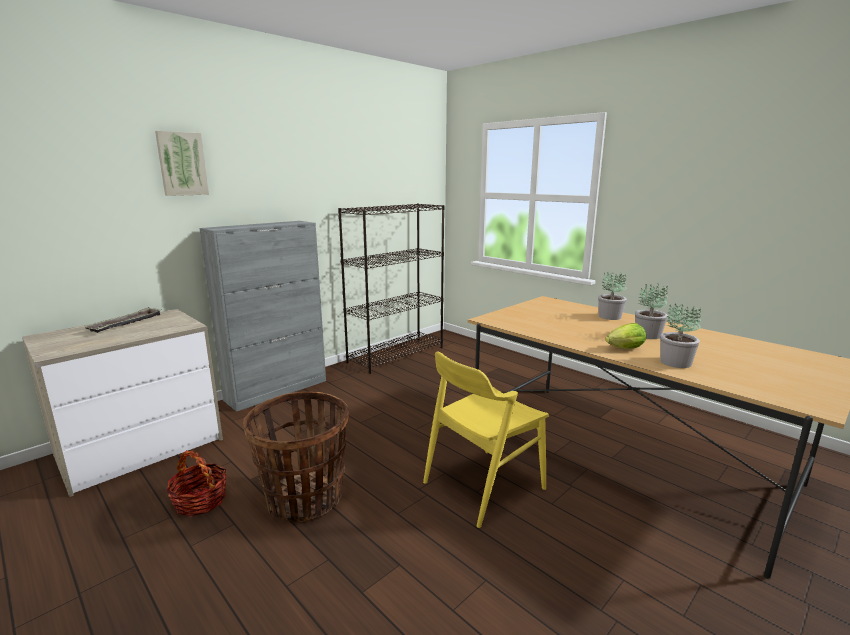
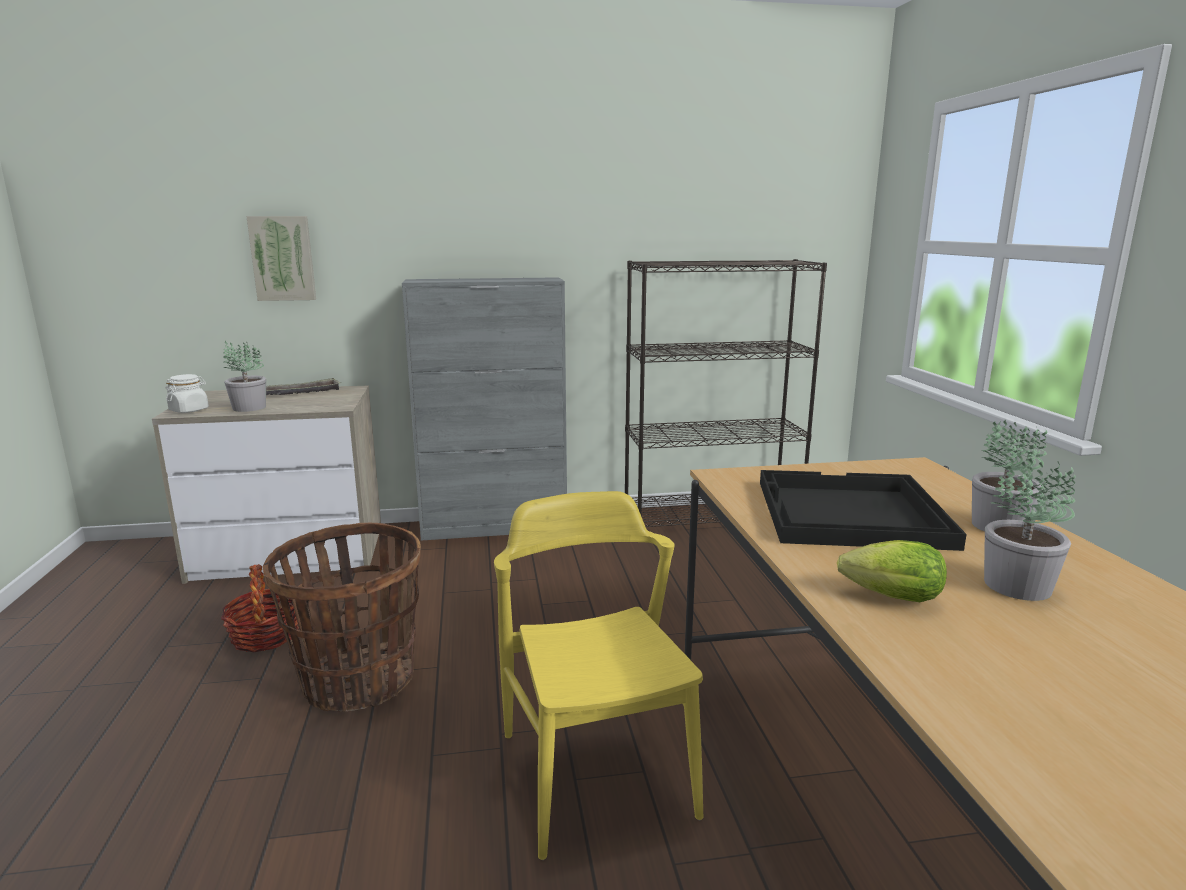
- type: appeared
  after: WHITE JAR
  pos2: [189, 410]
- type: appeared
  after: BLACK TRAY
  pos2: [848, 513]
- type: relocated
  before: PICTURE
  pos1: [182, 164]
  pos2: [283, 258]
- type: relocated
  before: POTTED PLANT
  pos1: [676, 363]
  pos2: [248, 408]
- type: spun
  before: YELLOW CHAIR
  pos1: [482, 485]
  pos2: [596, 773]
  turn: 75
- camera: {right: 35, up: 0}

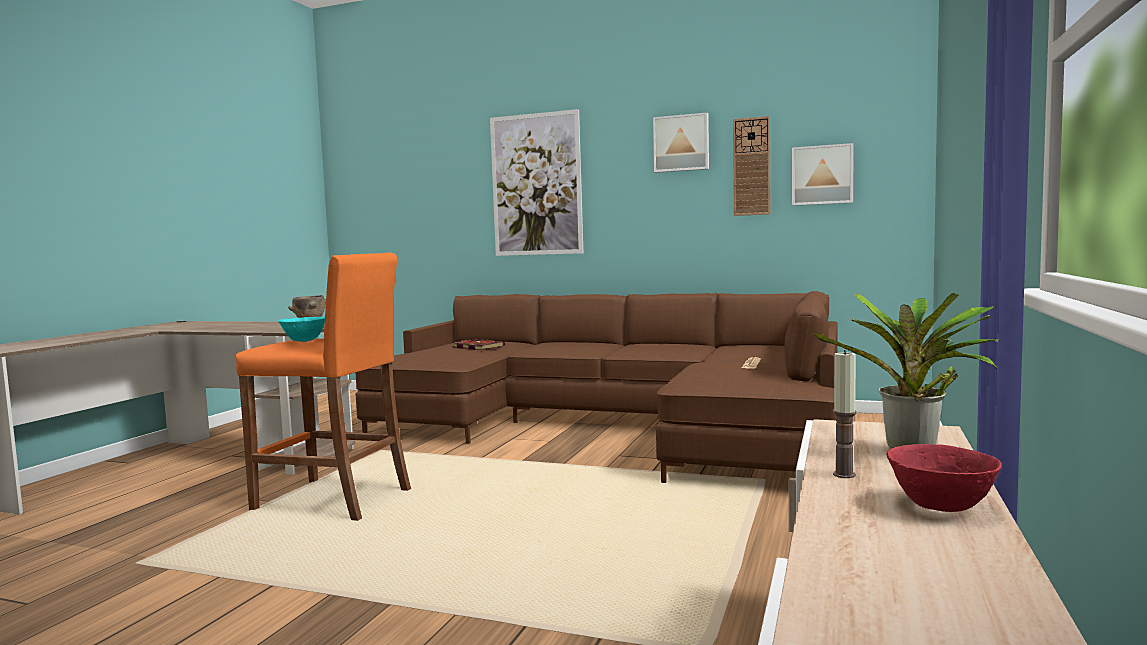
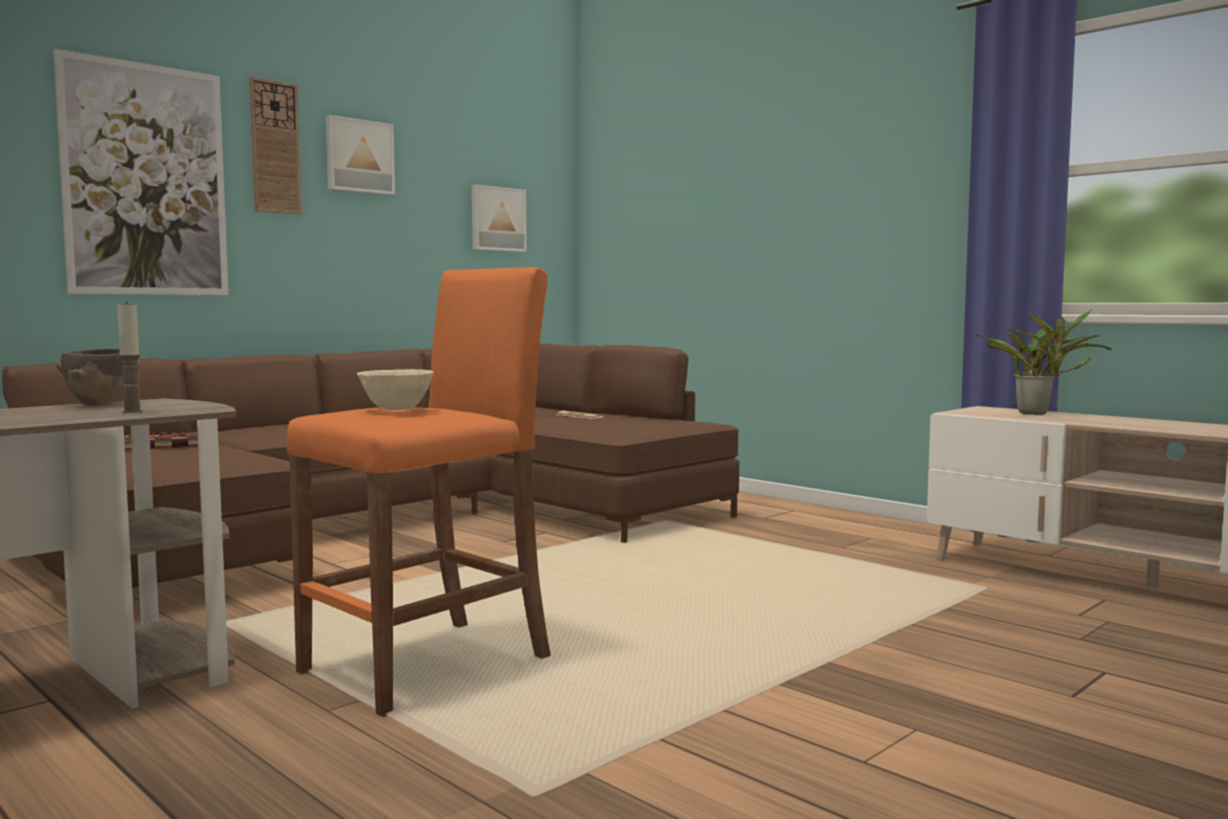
- type: missing
  before: RED BOWL
  pos1: [941, 507]
- type: relocated
  before: WALL CLOCK
  pos1: [751, 166]
  pos2: [275, 147]
- type: relocated
  before: CANDLE
  pos1: [844, 474]
  pos2: [132, 412]
- type: colour
  before: TURQUOISE BOWL
  after: BEIGE BOWL
  pos1: [303, 341]
  pos2: [395, 410]
- camera: {right: -65, up: 0}

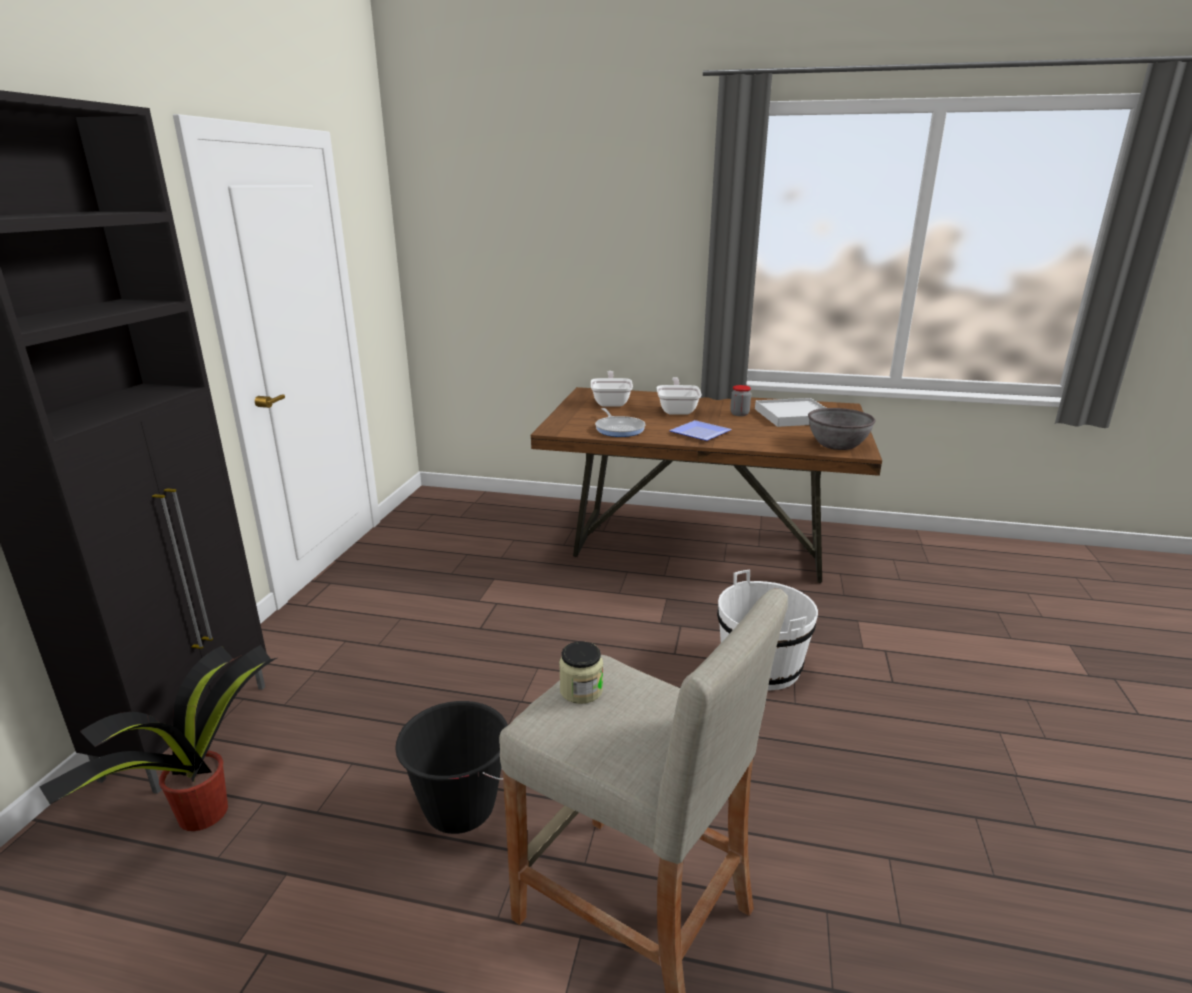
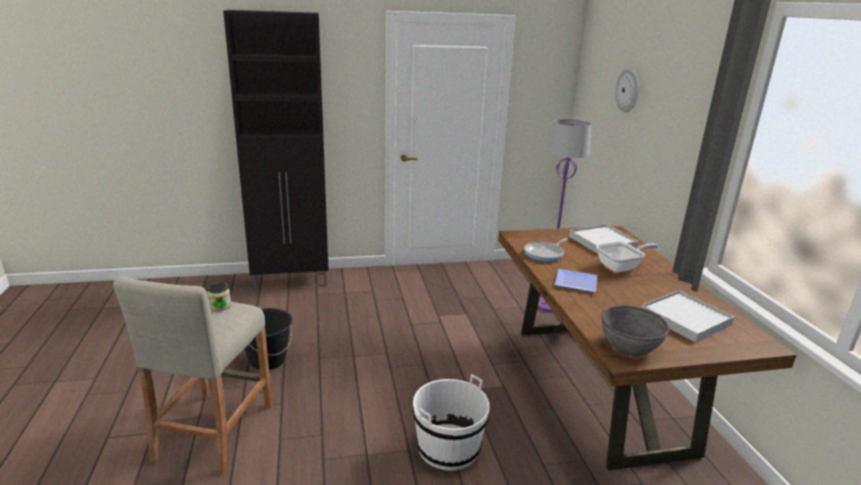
- type: missing
  before: POTTED PLANT
  pos1: [200, 815]
- type: missing
  before: JAR
  pos1: [739, 414]
- type: appeared
  after: PURPLE FLOOR LAMP
  pos2: [547, 305]
- type: appeared
  after: WALL CLOCK
  pos2: [628, 90]
- type: exchanged
  before: FRYING PAN
  after: WHITE TRAY
  pos1: [611, 402]
  pos2: [602, 242]
- camera: {right: 65, up: 0}

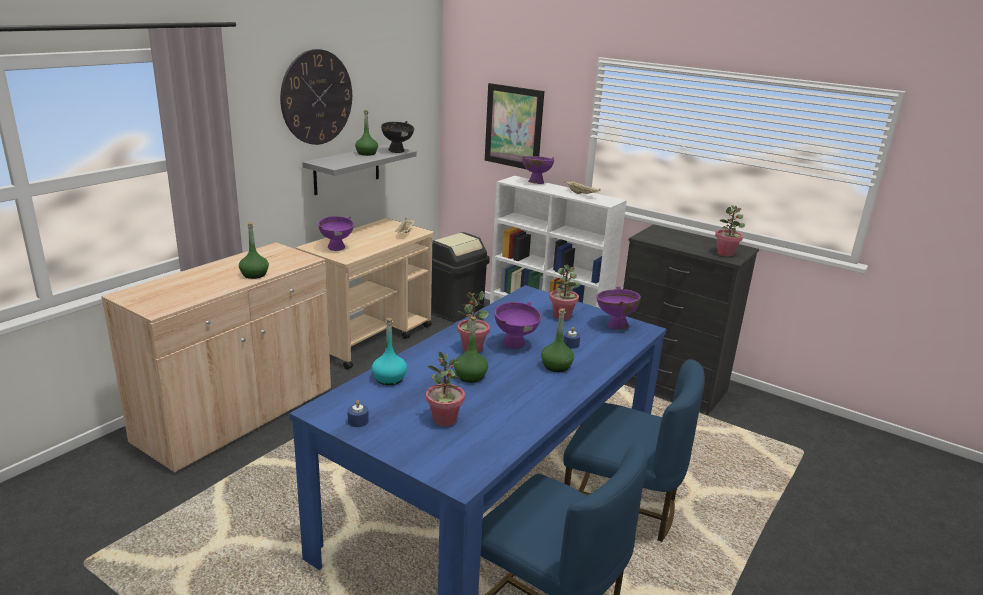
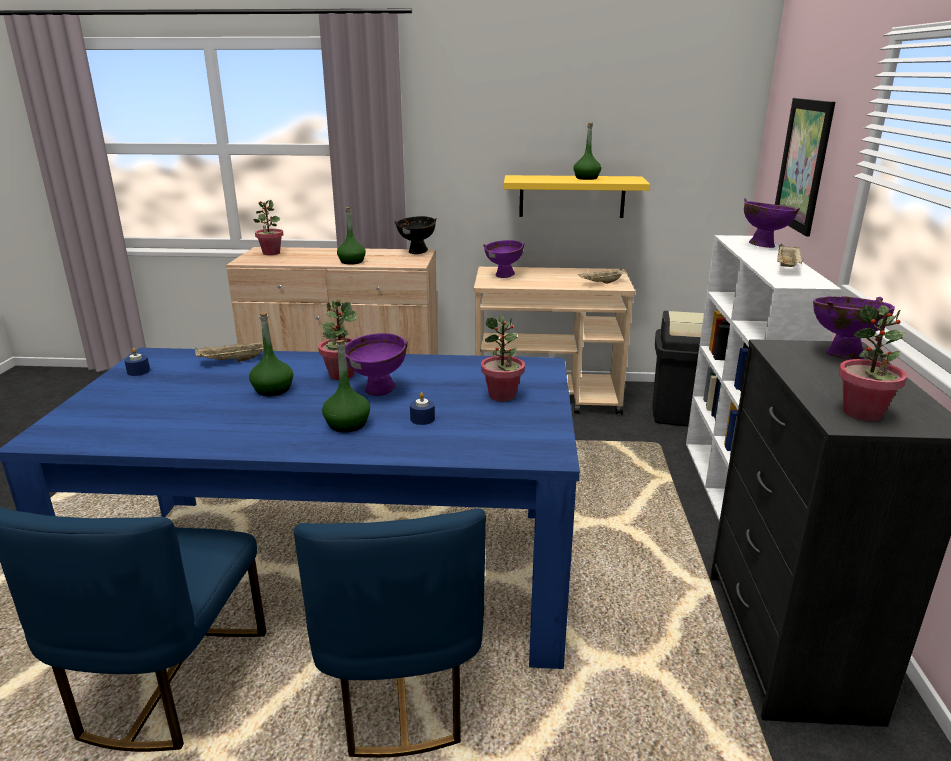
- type: missing
  before: WALL CLOCK
  pos1: [317, 97]
- type: relocated
  before: BLACK BOWL
  pos1: [398, 151]
  pos2: [417, 252]
- type: relocated
  before: POTTED PLANT
  pos1: [444, 420]
  pos2: [271, 253]
- type: relocated
  before: PURPLE BOWL
  pos1: [615, 326]
  pos2: [841, 355]
- type: exchanged
  before: TURQUOISE BOTTLE
  after: BEIGE TRAY
  pos1: [389, 379]
  pos2: [233, 361]
- type: colour
  before: GREY SHELF
  after: YELLOW SHELF
  pos1: [347, 169]
  pos2: [572, 196]
- camera: {right: 60, up: 0}

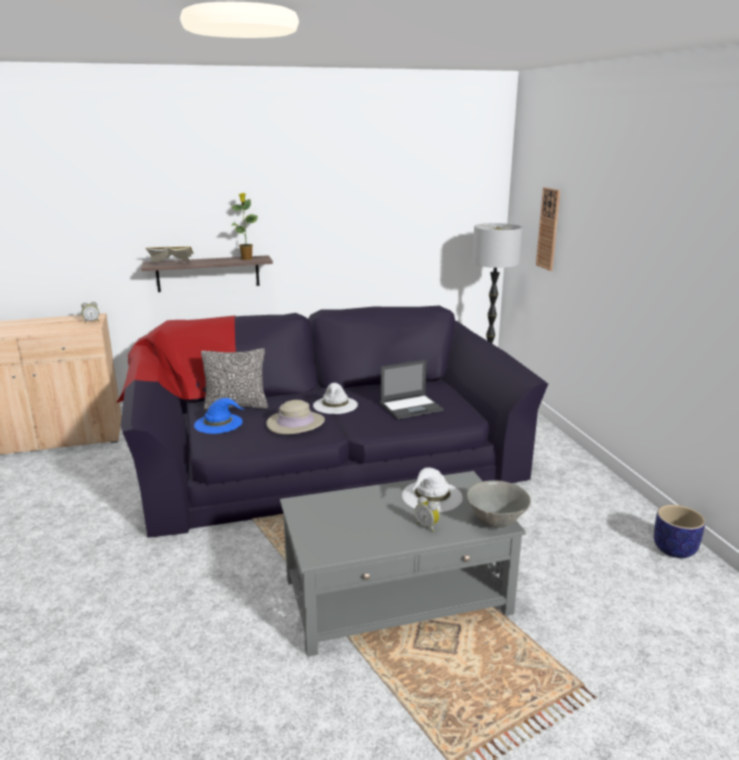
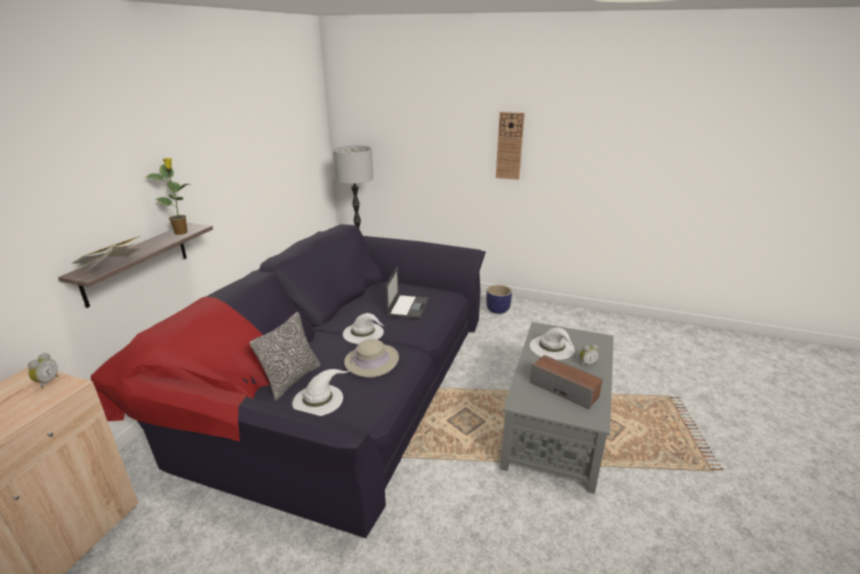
- type: missing
  before: GREY BOWL
  pos1: [496, 521]
- type: appeared
  after: SPEAKER
  pos2: [564, 389]
- type: relocated
  before: WALL CLOCK
  pos1: [548, 229]
  pos2: [509, 146]
- type: relocated
  before: PLANTER
  pos1: [675, 549]
  pos2: [498, 309]
- type: colour
  before: BLUE HAT
  after: WHITE HAT
  pos1: [219, 423]
  pos2: [318, 399]
- camera: {right: -55, up: 5}

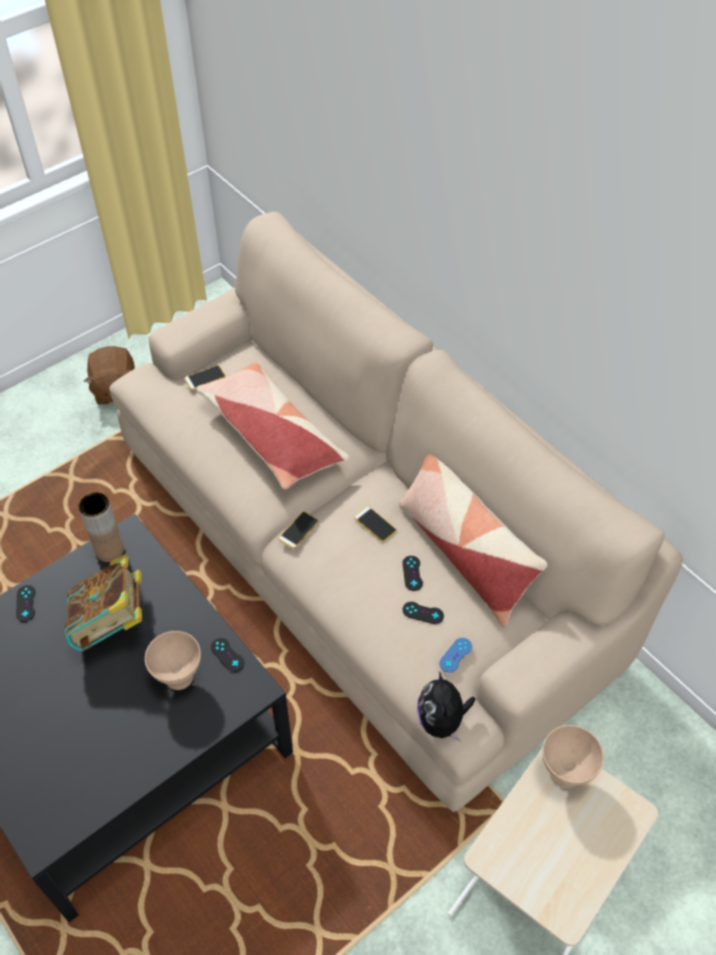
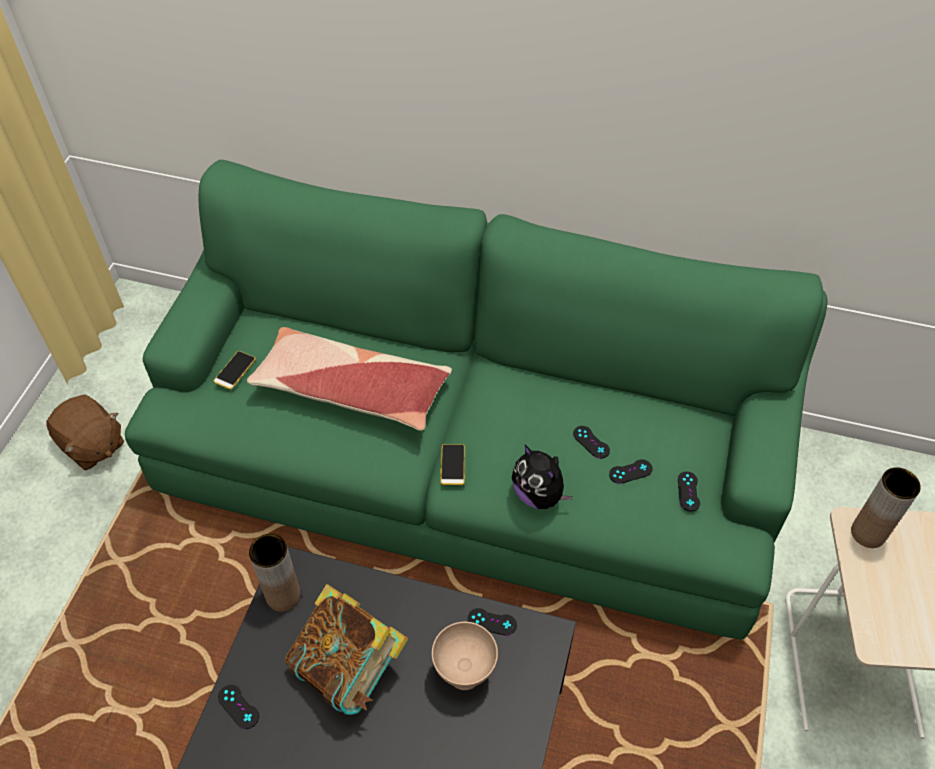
- type: missing
  before: PHONE
  pos1: [375, 524]
- type: missing
  before: PILLOW
  pos1: [464, 553]
- type: relocated
  before: PLUSH TOY
  pos1: [442, 721]
  pos2: [539, 494]
- type: exchanged
  before: BEIGE BOWL
  after: BROWN VASE
  pos1: [564, 774]
  pos2: [868, 533]
- type: colour
  before: BEIGE SOFA
  after: GREEN SOFA
  pos1: [359, 549]
  pos2: [468, 462]
- type: colour
  before: BLUE GAME CONTROLLER
  after: BLACK GAME CONTROLLER
  pos1: [455, 655]
  pos2: [688, 491]
- camera: {right: -35, up: 0}

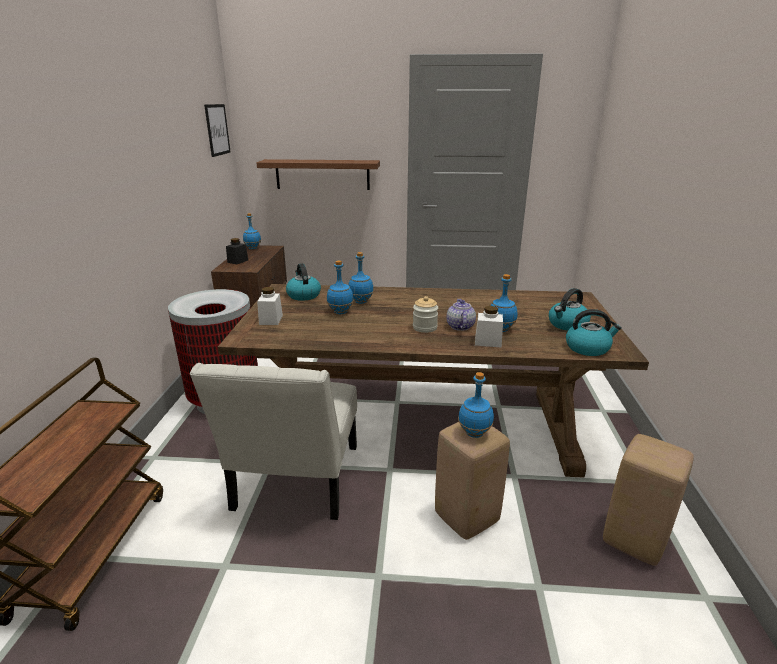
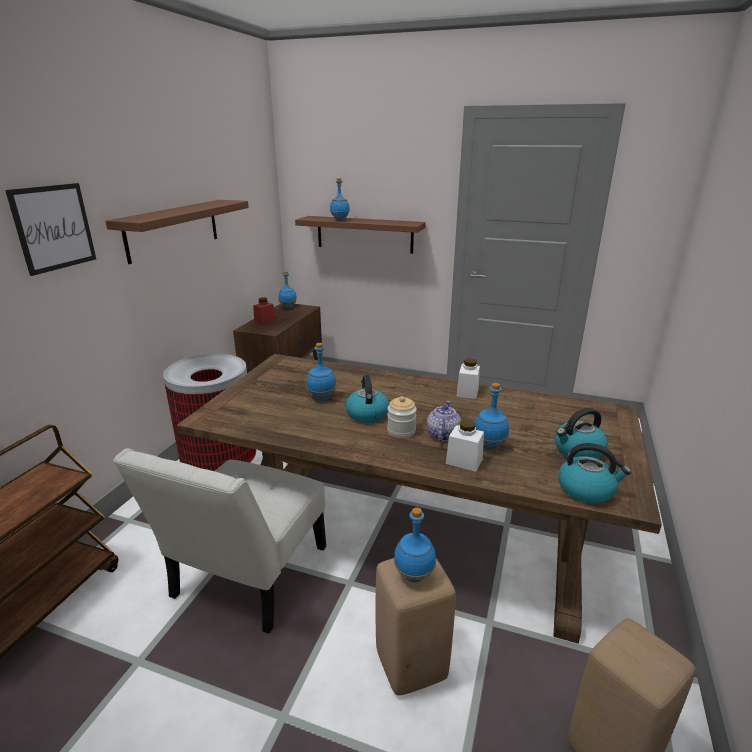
- type: appeared
  after: BROWN SHELF
  pos2: [173, 229]
- type: relocated
  before: PICTURE
  pos1: [217, 130]
  pos2: [54, 227]
- type: relocated
  before: WHITE JAR
  pos1: [271, 320]
  pos2: [467, 392]
- type: relocated
  before: KETTLE
  pos1: [303, 295]
  pos2: [367, 414]
- type: relocated
  before: BLUE BOTTLE
  pos1: [361, 302]
  pos2: [340, 220]
- type: colour
  before: BLACK JAR
  after: RED JAR
  pos1: [238, 261]
  pos2: [265, 321]
- camera: {right: 15, up: 0}

